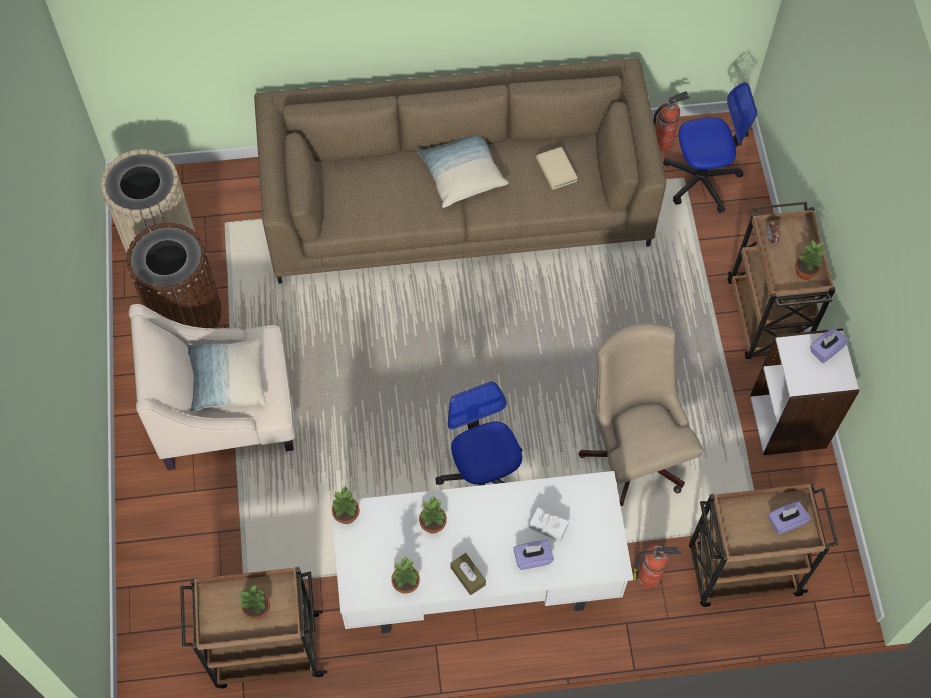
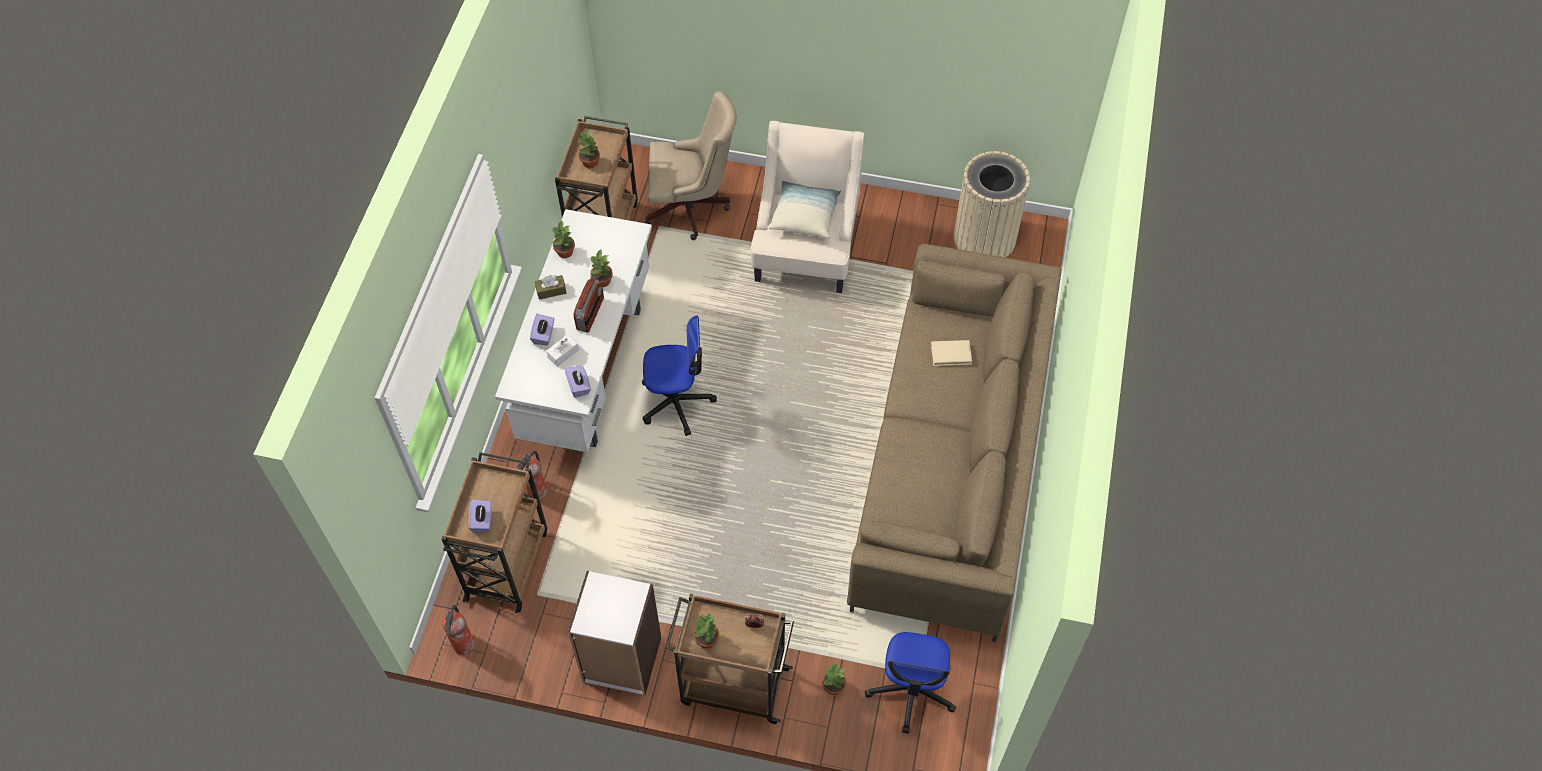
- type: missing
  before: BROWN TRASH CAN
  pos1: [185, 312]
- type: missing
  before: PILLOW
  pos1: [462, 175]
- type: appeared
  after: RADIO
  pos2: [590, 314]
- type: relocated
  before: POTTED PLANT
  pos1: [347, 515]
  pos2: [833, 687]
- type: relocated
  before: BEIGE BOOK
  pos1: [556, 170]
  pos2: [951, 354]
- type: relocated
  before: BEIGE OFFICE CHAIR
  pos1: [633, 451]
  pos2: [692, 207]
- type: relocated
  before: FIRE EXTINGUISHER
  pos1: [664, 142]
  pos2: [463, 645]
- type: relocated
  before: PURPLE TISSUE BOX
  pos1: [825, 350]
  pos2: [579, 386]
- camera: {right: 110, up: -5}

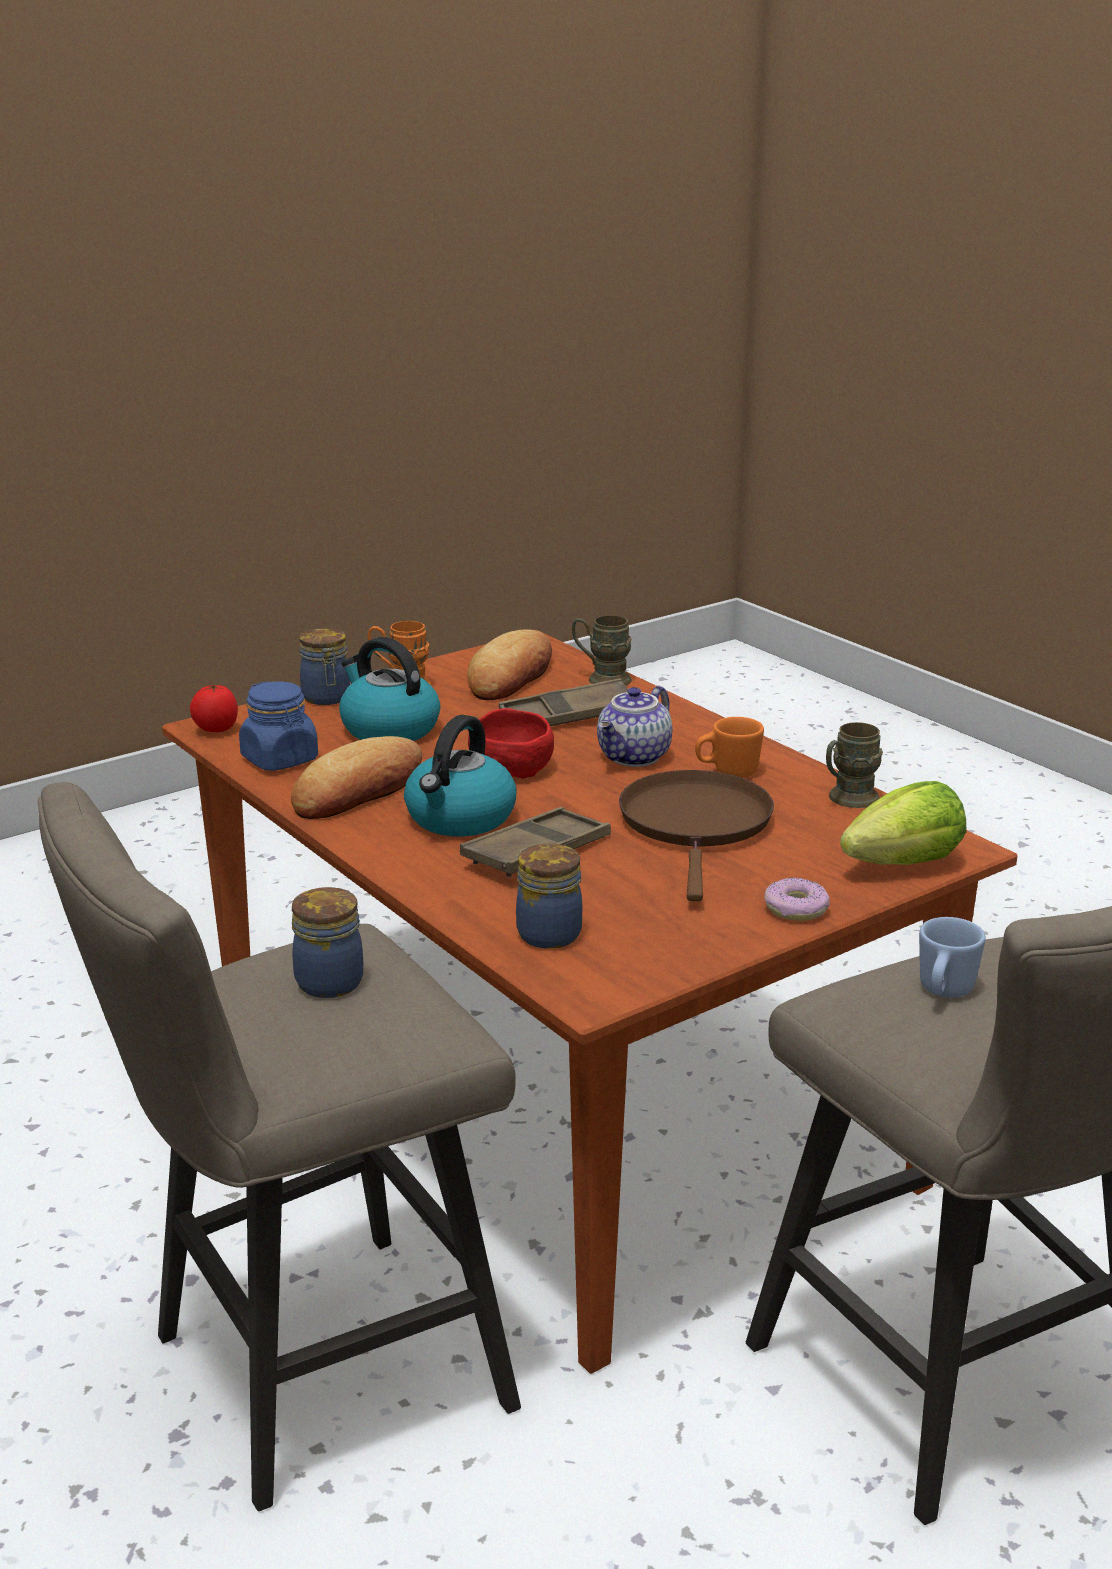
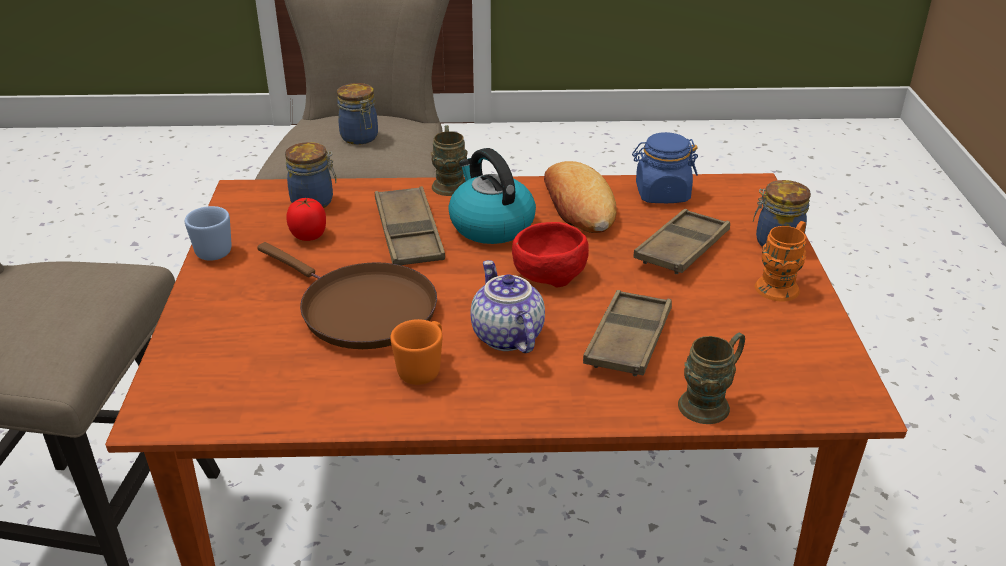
- type: missing
  before: BREAD
  pos1: [511, 676]
- type: missing
  before: DONUT
  pos1: [795, 909]
- type: missing
  before: LETTUCE
  pos1: [905, 864]
- type: relocated
  before: TOMATO
  pos1: [215, 730]
  pos2: [309, 236]
- type: relocated
  before: BROWN MUG
  pos1: [847, 800]
  pos2: [449, 182]
- type: relocated
  before: BLUE MUG
  pos1: [943, 993]
  pos2: [211, 249]
- type: exchanged
  before: KETTLE
  after: BROWN TRAY
  pos1: [388, 729]
  pos2: [682, 248]
- camera: {right: 125, up: 10}

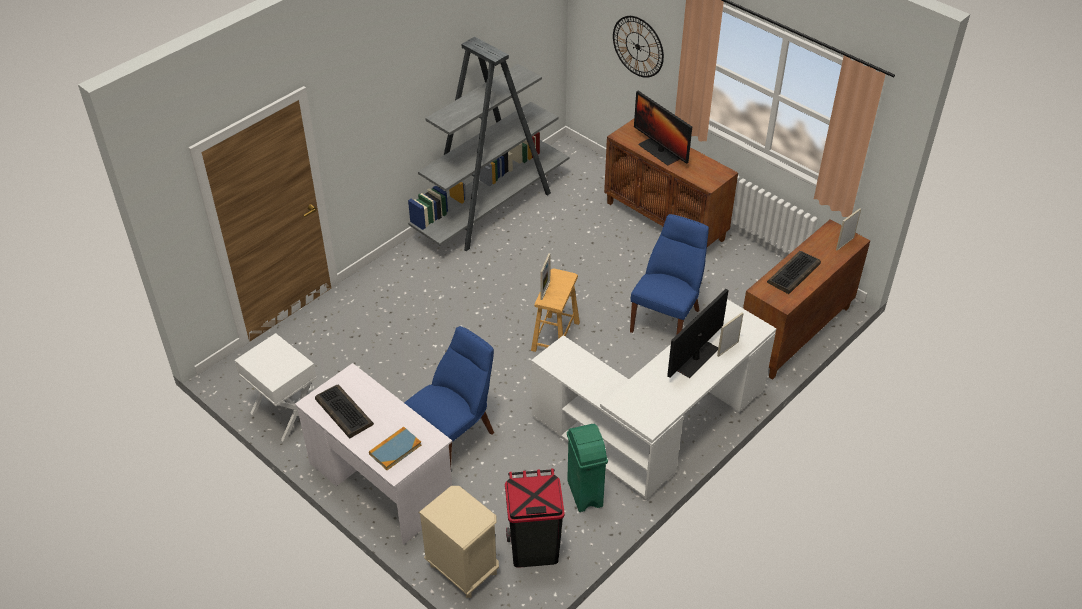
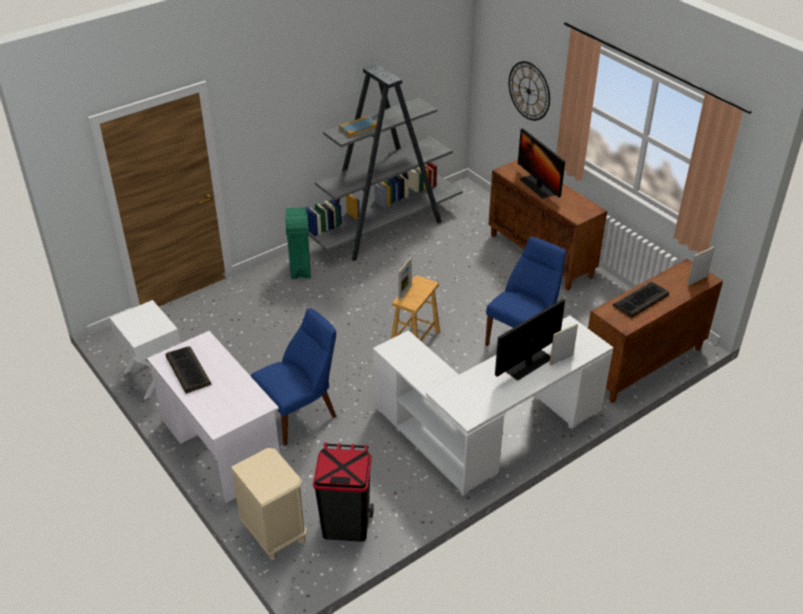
- type: relocated
  before: BOOK
  pos1: [395, 449]
  pos2: [358, 128]
- type: relocated
  before: GREEN TRASH CAN
  pos1: [584, 494]
  pos2: [300, 269]
- camera: {right: 10, up: -5}

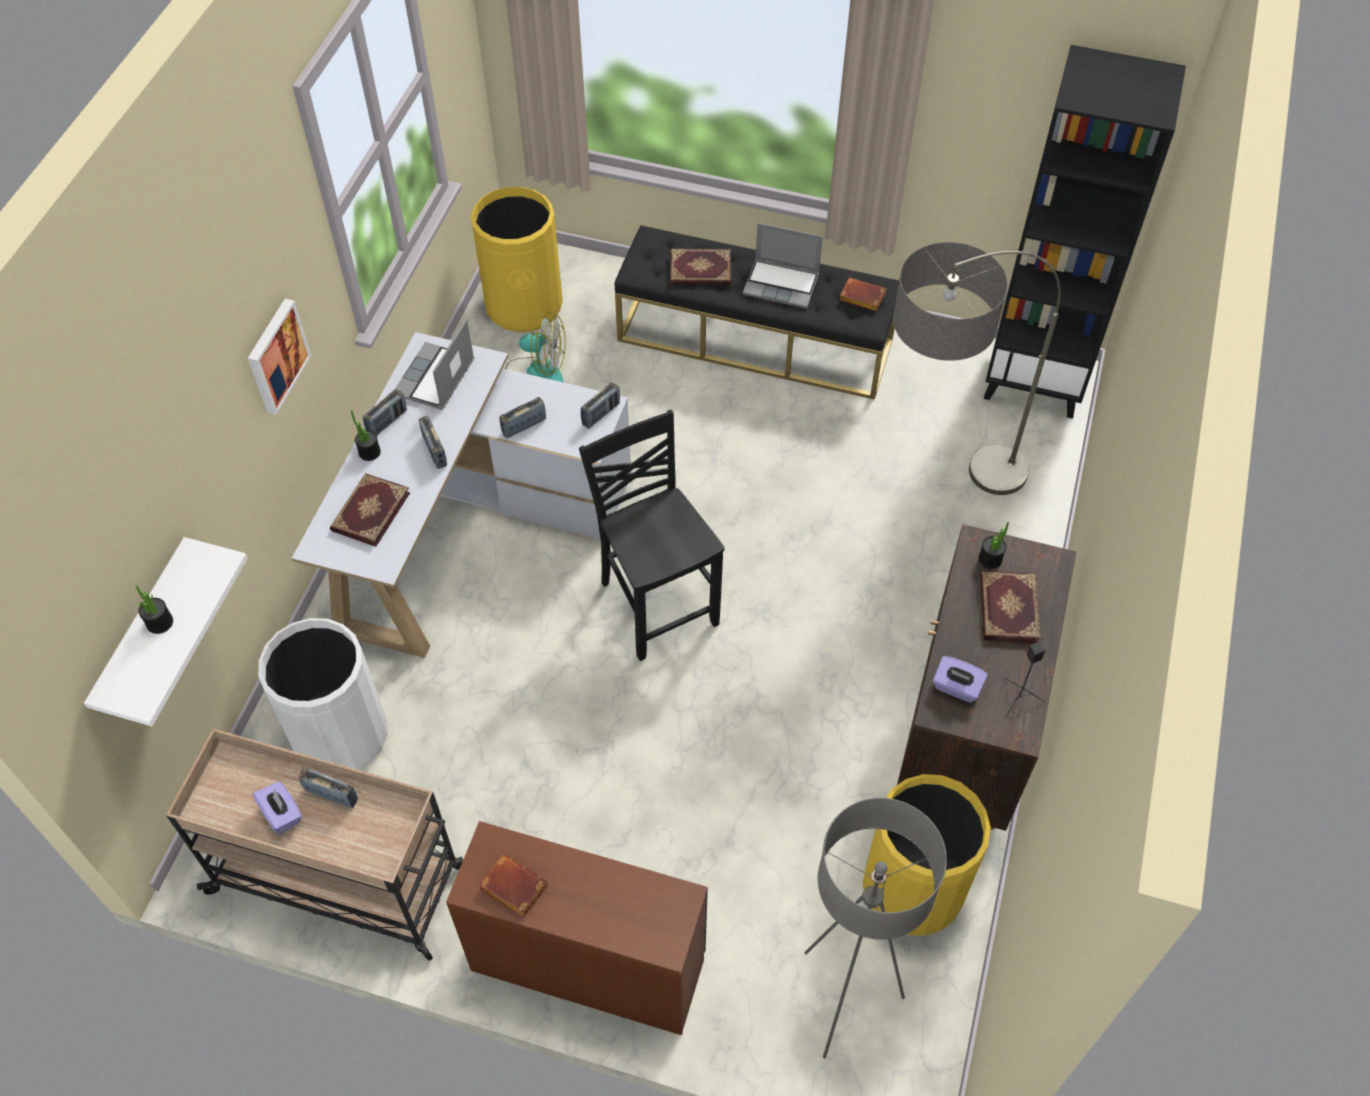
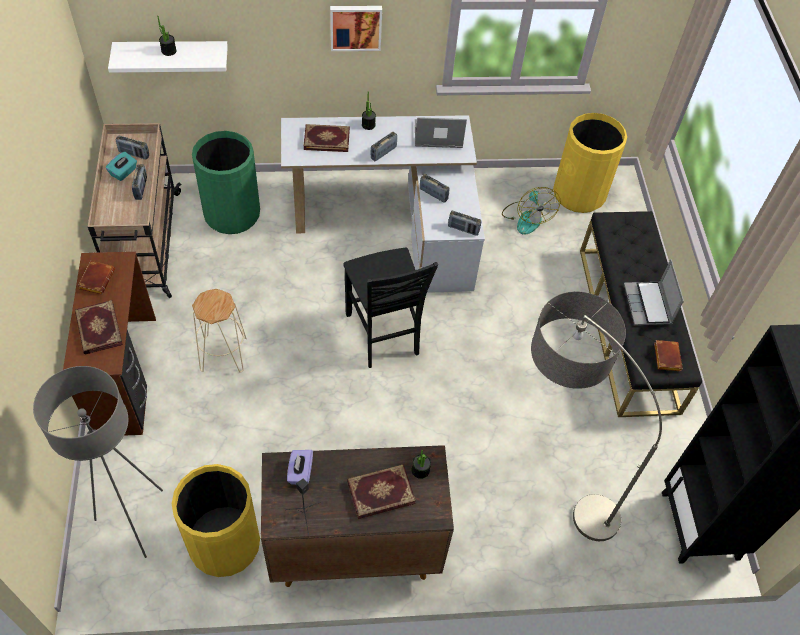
- type: appeared
  after: BEIGE STOOL
  pos2: [223, 354]
- type: relocated
  before: RADIO
  pos1: [387, 422]
  pos2: [134, 154]
- type: relocated
  before: BOOK
  pos1: [700, 270]
  pos2: [98, 329]
- type: colour
  before: PURPLE TISSUE BOX
  after: TURQUOISE TISSUE BOX
  pos1: [282, 814]
  pos2: [123, 172]
- type: colour
  before: WHITE TRASH CAN
  after: GREEN TRASH CAN
  pos1: [340, 736]
  pos2: [232, 214]
- type: spun
  before: BLACK CHAIR
  pos1: [656, 602]
  pos2: [383, 335]
  turn: 120
- camera: {right: 65, up: 0}

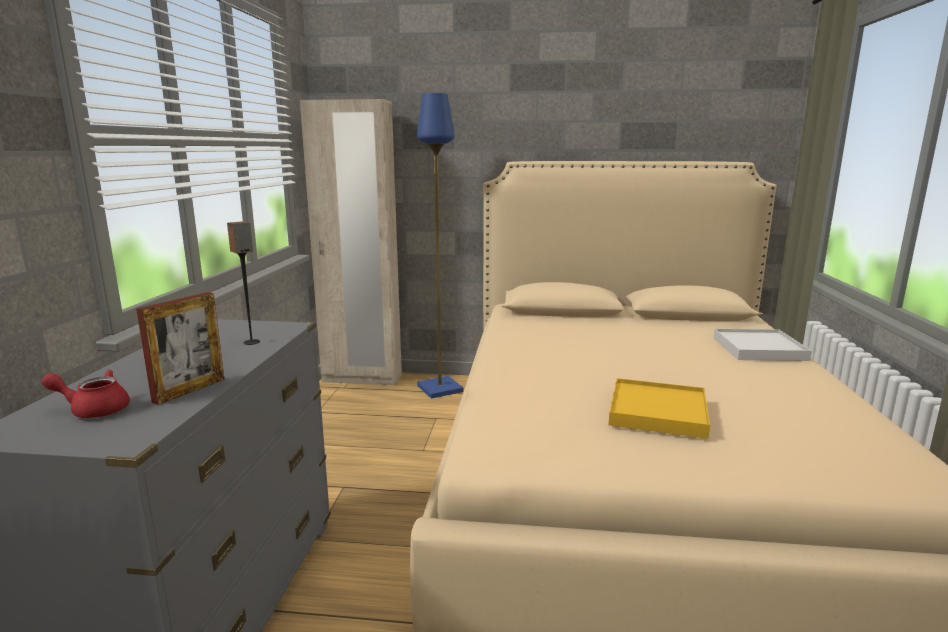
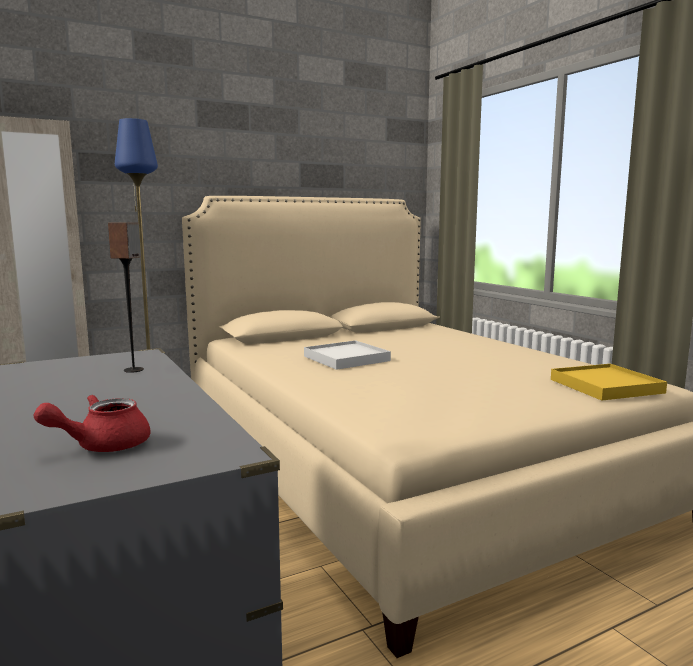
- type: missing
  before: PICTURE FRAME
  pos1: [189, 390]
- type: relocated
  before: YELLOW TRAY
  pos1: [658, 412]
  pos2: [605, 386]
- type: relocated
  before: WHITE TRAY
  pos1: [759, 349]
  pos2: [346, 358]
- camera: {right: -35, up: -5}

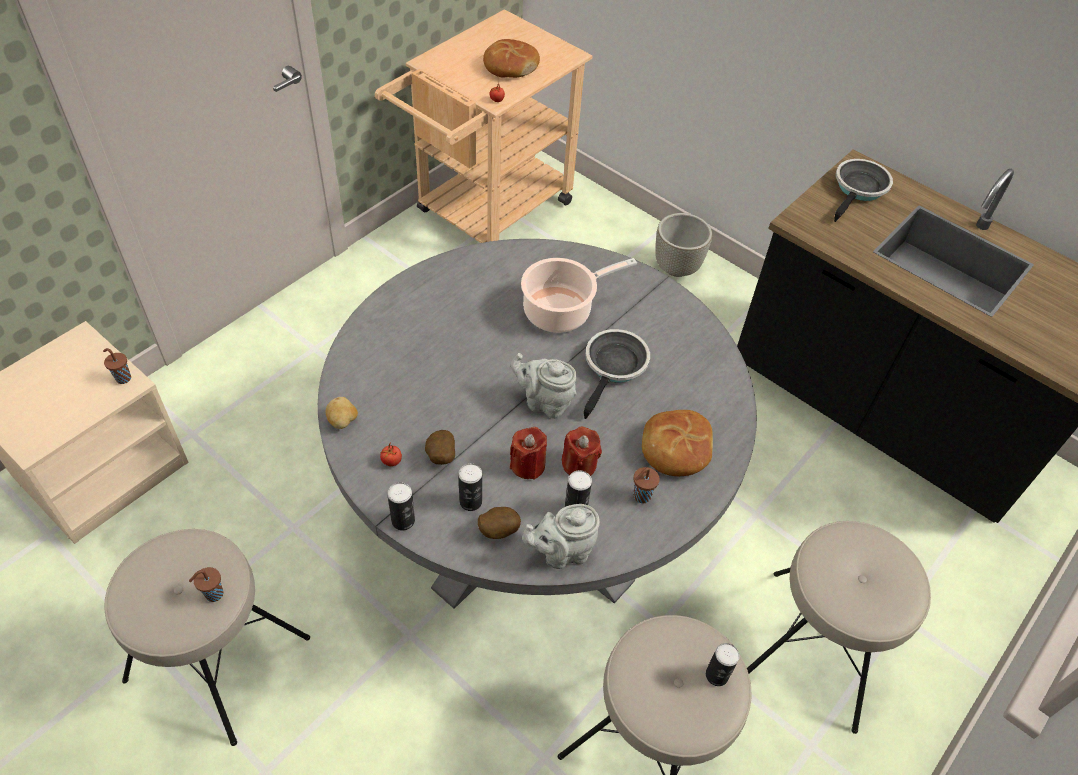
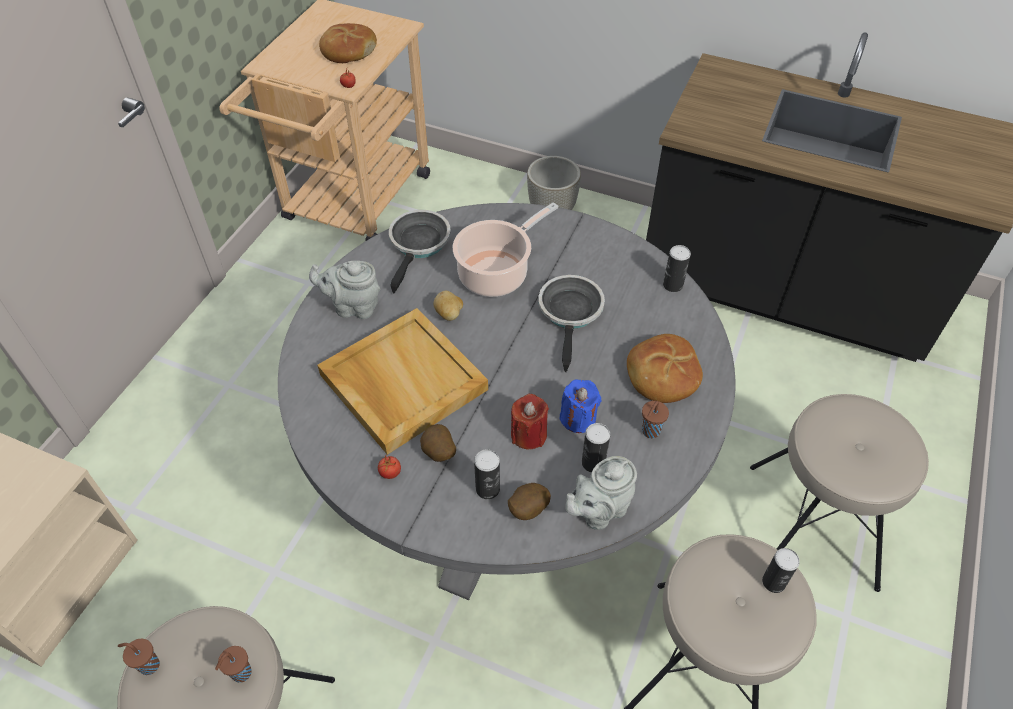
- type: appeared
  after: BEIGE TRAY
  pos2: [401, 382]
- type: relocated
  before: BROWN CUP
  pos1: [122, 378]
  pos2: [148, 665]
- type: relocated
  before: POTATO
  pos1: [343, 421]
  pos2: [449, 314]
- type: relocated
  before: CAN
  pos1: [403, 520]
  pos2: [673, 285]
- type: relocated
  before: GREY TEAPOT
  pos1: [544, 402]
  pos2: [353, 307]
- type: relocated
  before: FRYING PAN
  pos1: [859, 189]
  pos2: [419, 245]
- type: colour
  before: RED CANDLE
  after: BLUE CANDLE
  pos1: [579, 464]
  pos2: [578, 418]
- camera: {right: -15, up: 0}

